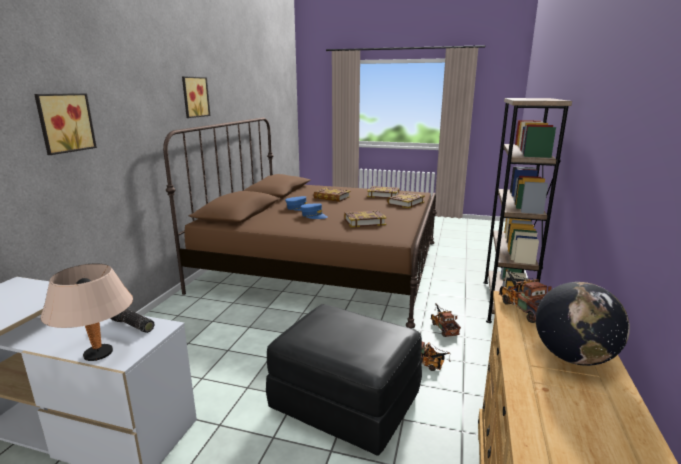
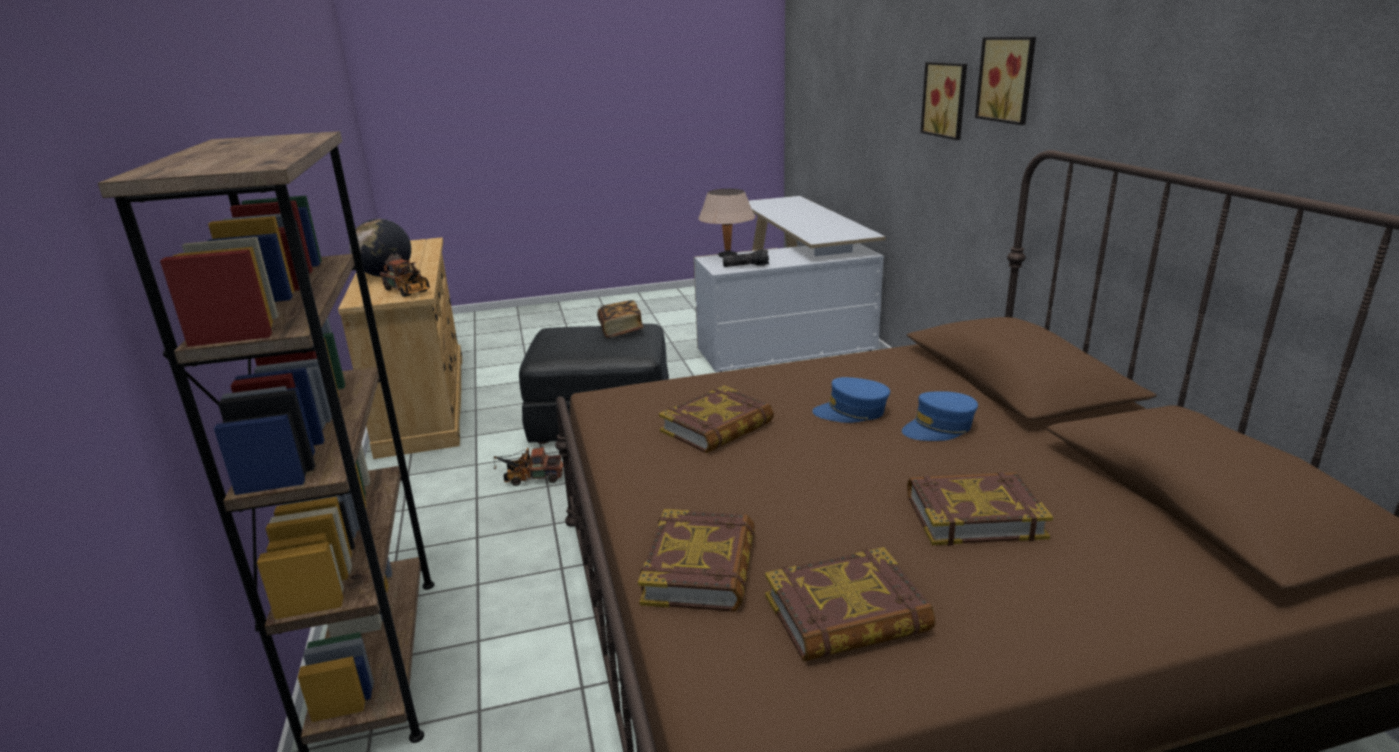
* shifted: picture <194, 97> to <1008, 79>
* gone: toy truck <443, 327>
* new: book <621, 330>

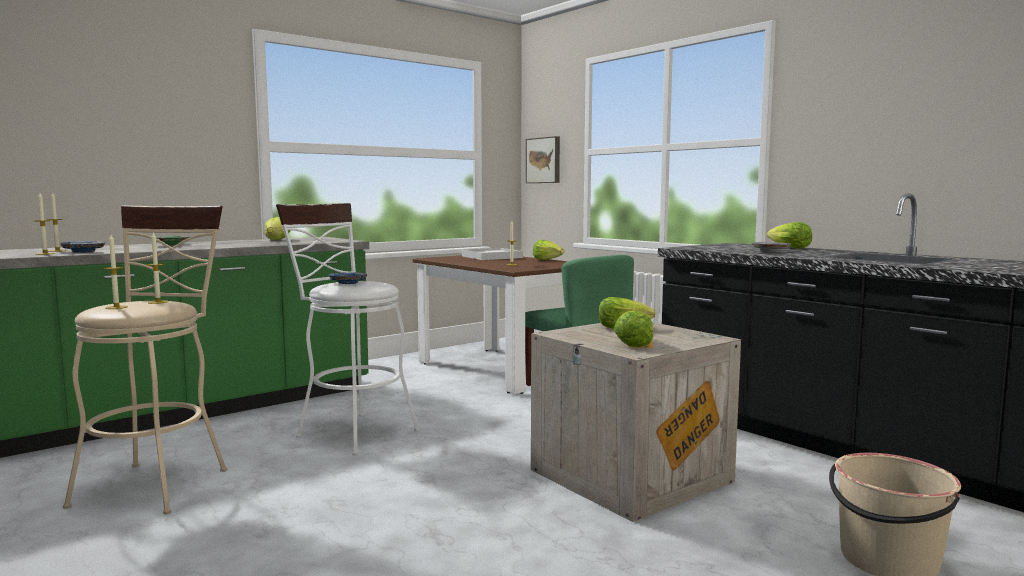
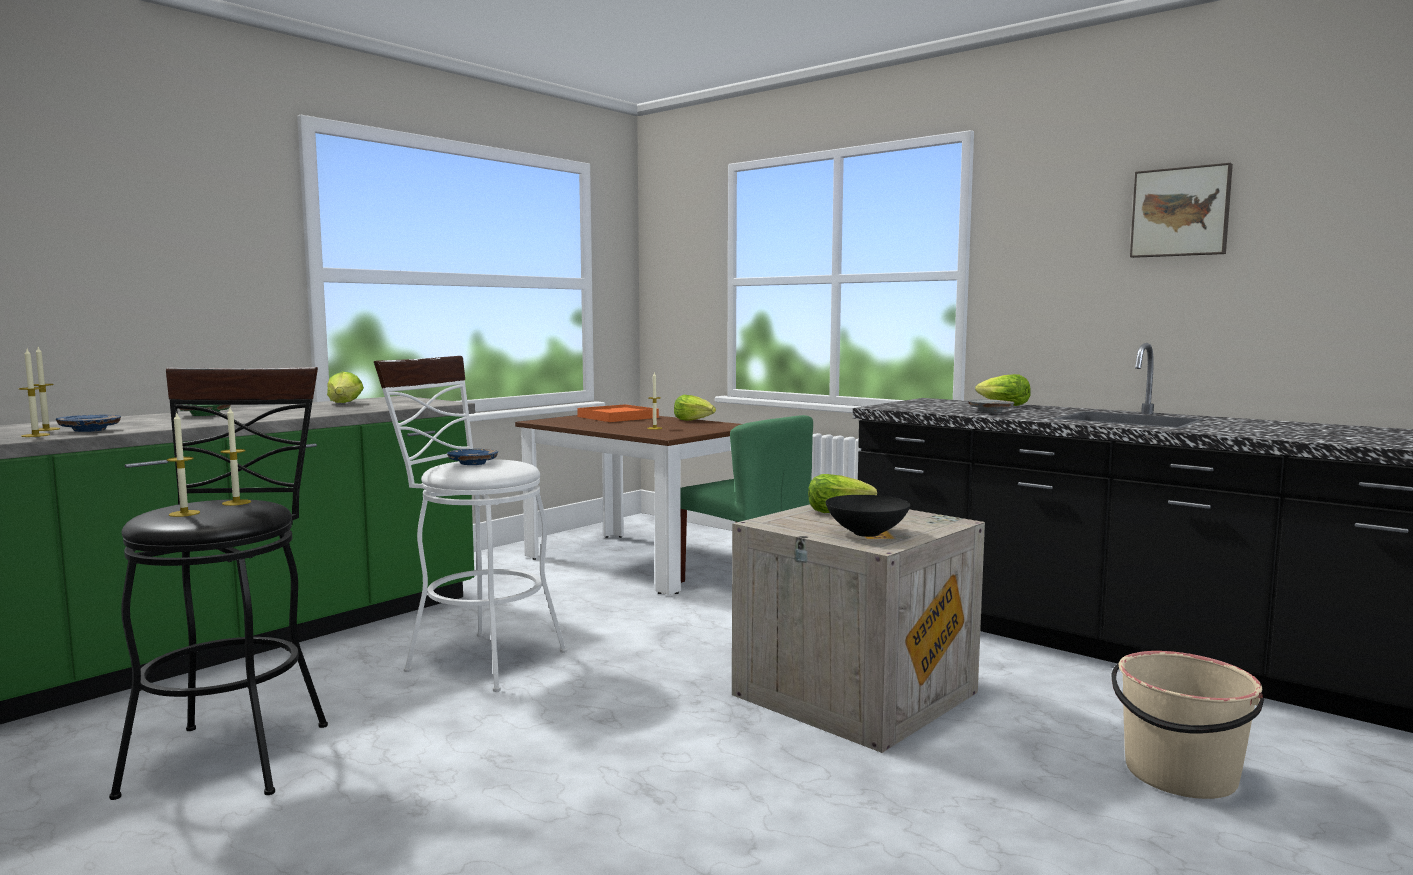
* repainted: stool/beige <157, 482> to stool/black <235, 750>
* repainted: tray/white <492, 257> to tray/orange <617, 417>
* shifted: picture <544, 160> to <1180, 212>
* swapped: lettuce <632, 343> to bowl/black <865, 533>

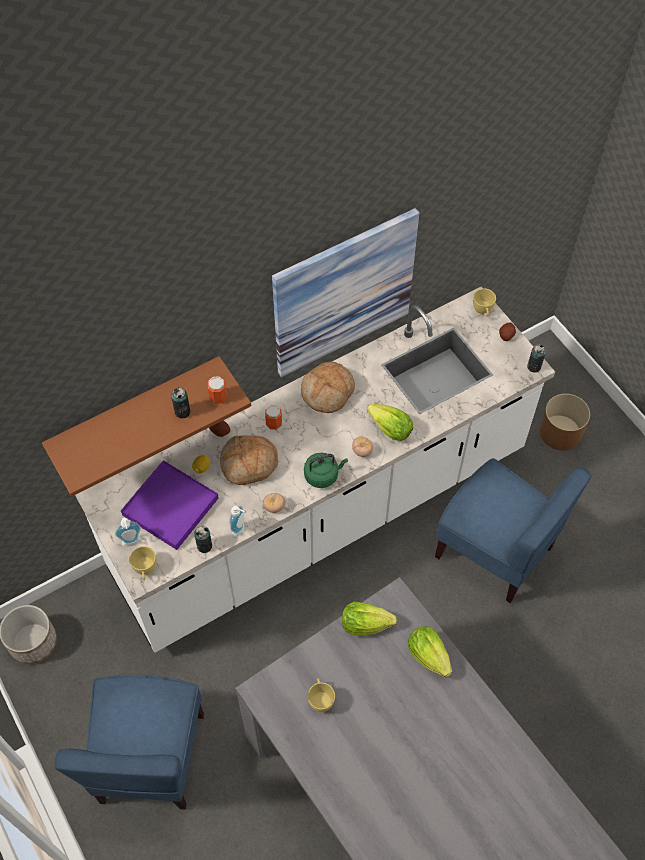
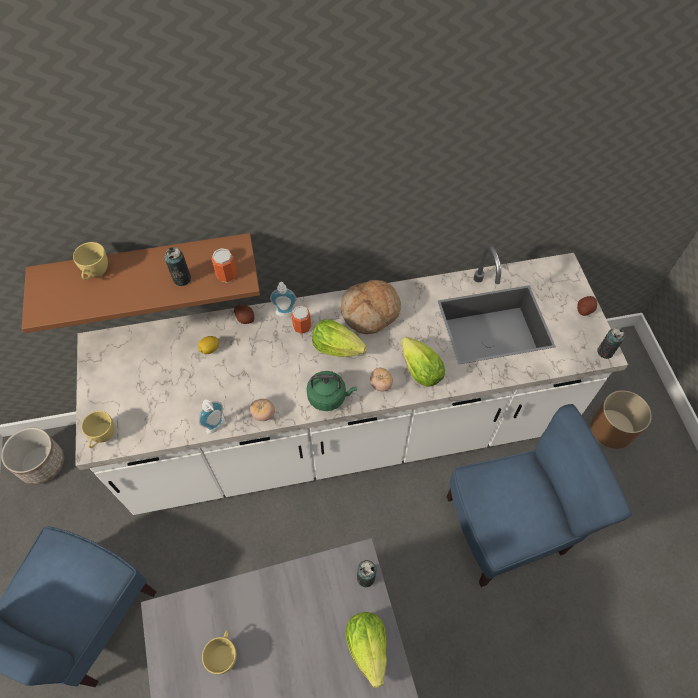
* shifted: soap dispenser <132, 543> to <285, 315>
* gone: tray/purple <170, 506>
* shifted: can <204, 546> to <366, 578>
* gone: bread <249, 464>
* gone: picture <343, 293>
* shifted: lettuce <365, 624> to <337, 347>
* rotated: chair/blue <495, 551> = <505, 527> 75 degrees counterclockwise
* shifted: cup/yellow <482, 311> to <96, 273>

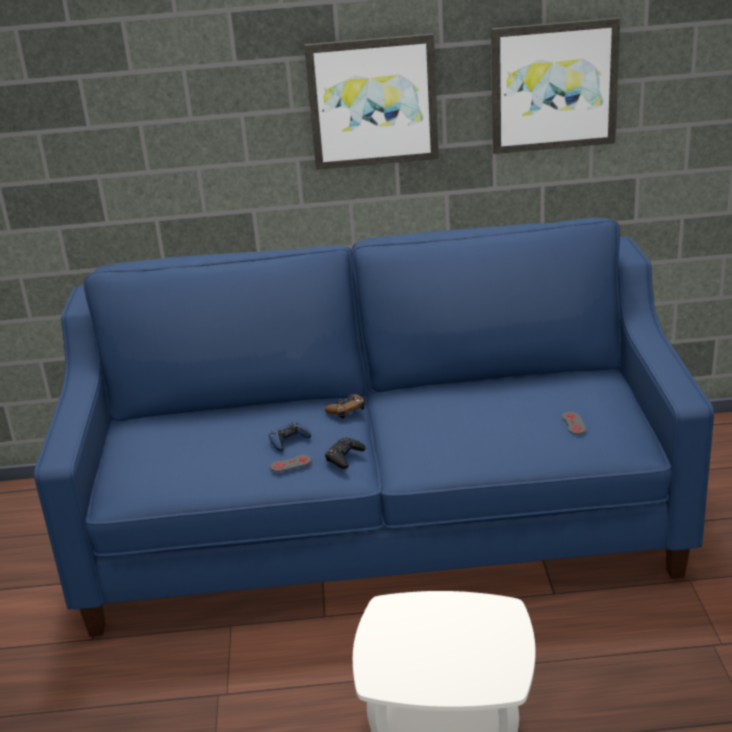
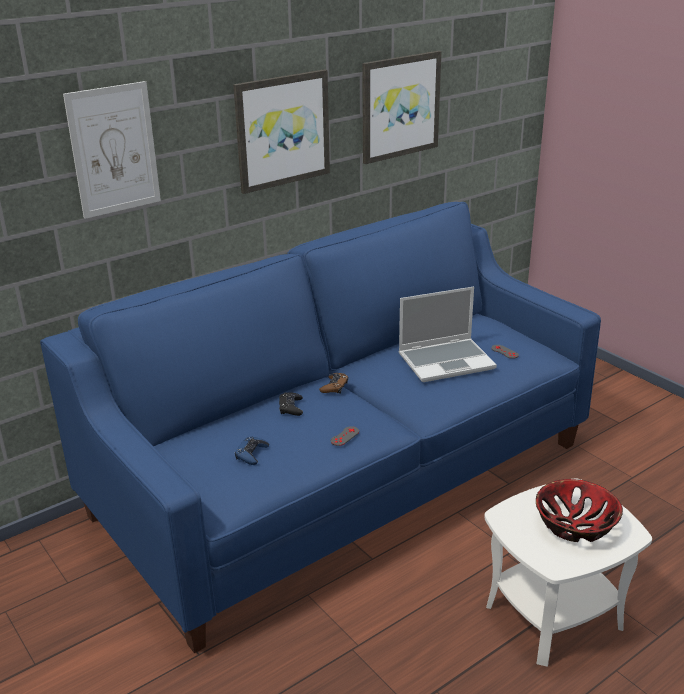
* shifted: game controller/blue <289, 440> to <251, 454>
* shifted: game controller/black <345, 457> to <291, 407>
* new: picture <114, 150>
* new: laptop <446, 361>
* new: bowl <575, 525>

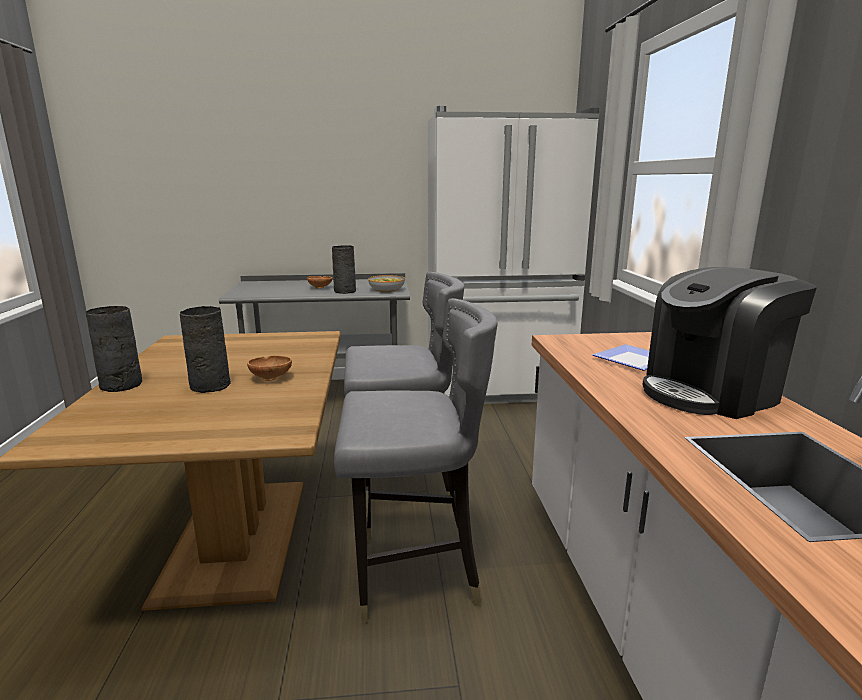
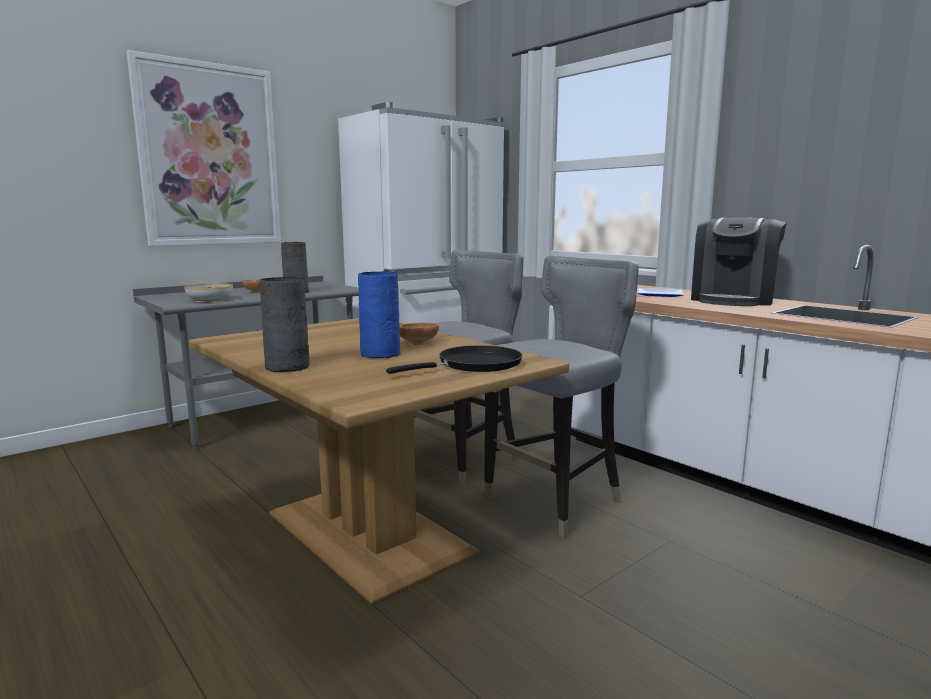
* repainted: vase/grey <211, 385> to vase/blue <380, 354>
* shifted: bowl <386, 289> to <210, 300>
* new: picture <209, 156>
* new: frying pan/black <474, 365>

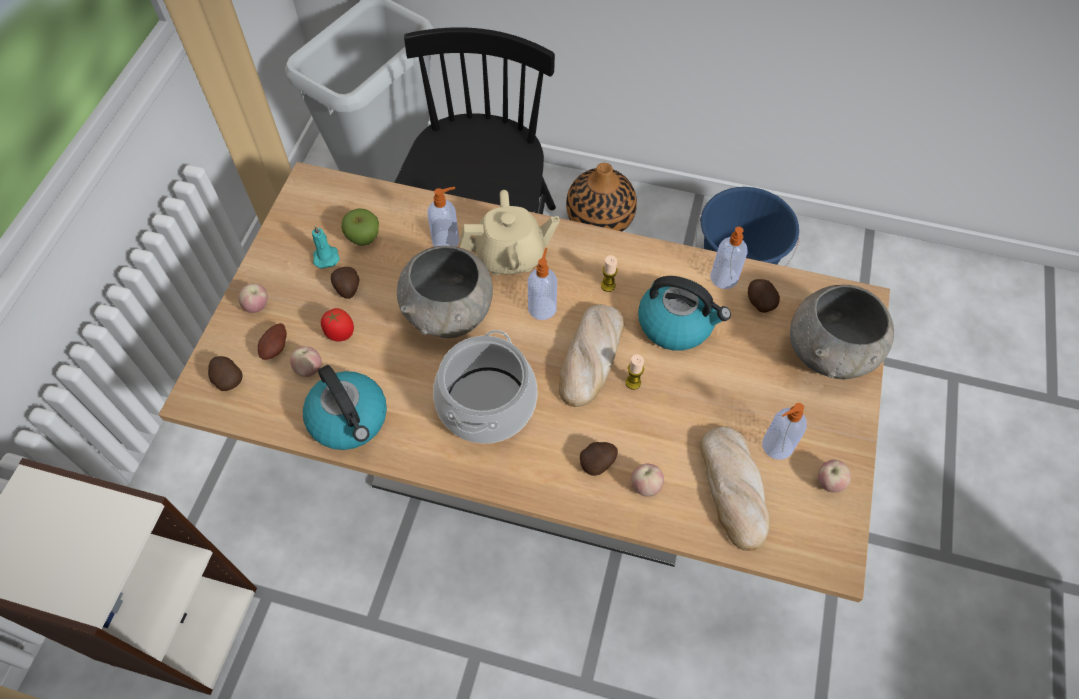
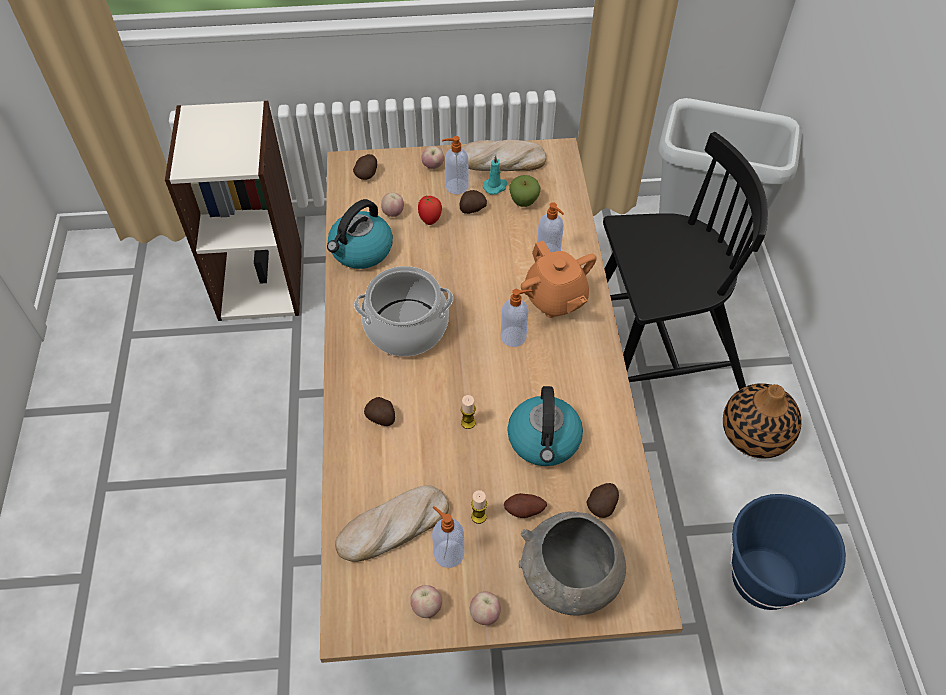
* shifted: potato <276, 348> to <524, 511>
* gone: bowl/grey <449, 316>
* repainted: teapot/beige <510, 256> to teapot/orange <555, 299>
* shifted: bread <591, 357> to <500, 161>
* shifted: candle <608, 285> to <478, 516>
* shifted: apple <645, 486> to <485, 614>
* shifted: soap dispenser <724, 279> to <456, 186>

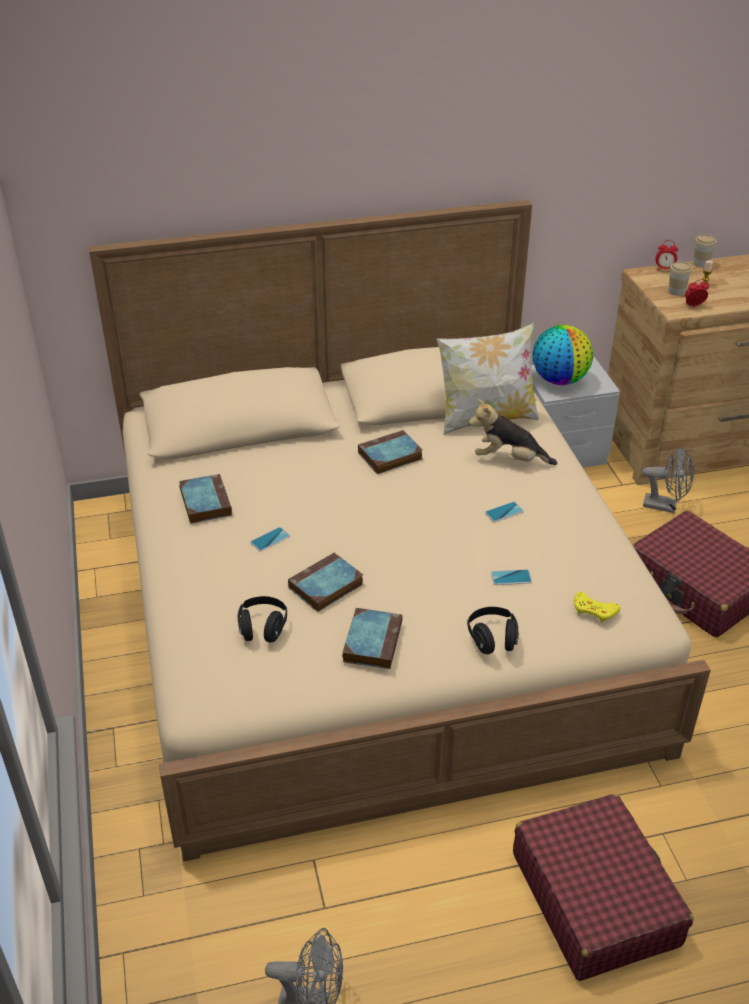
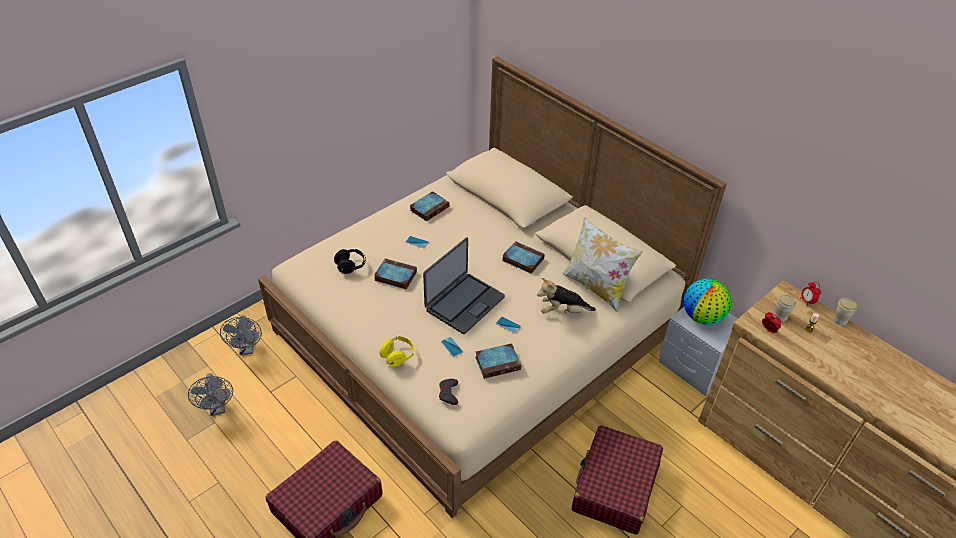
* shifted: book <372, 641> to <498, 363>
* repainted: headphones/black <492, 639> to headphones/yellow <398, 356>
* rotated: plush toy <509, 460> = <563, 311> 75 degrees counterclockwise
* repainted: game controller/yellow <594, 610> to game controller/grey <448, 393>
* shifted: fan/grey <665, 506> to <247, 349>
* new: laptop <464, 303>

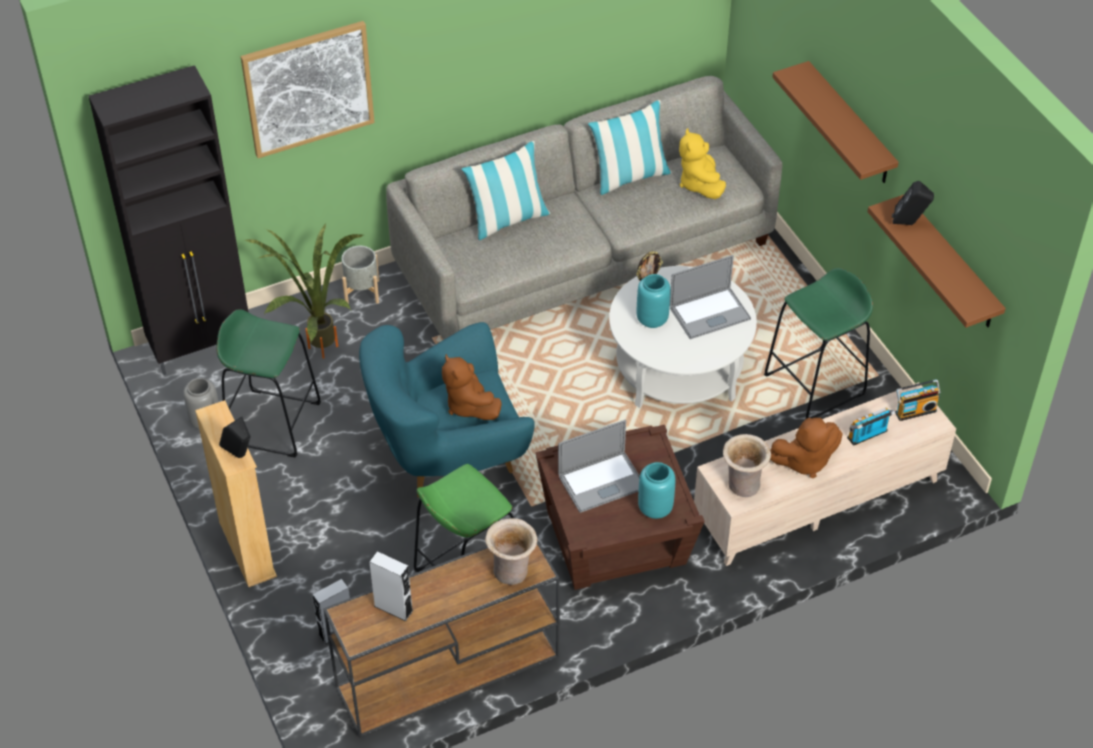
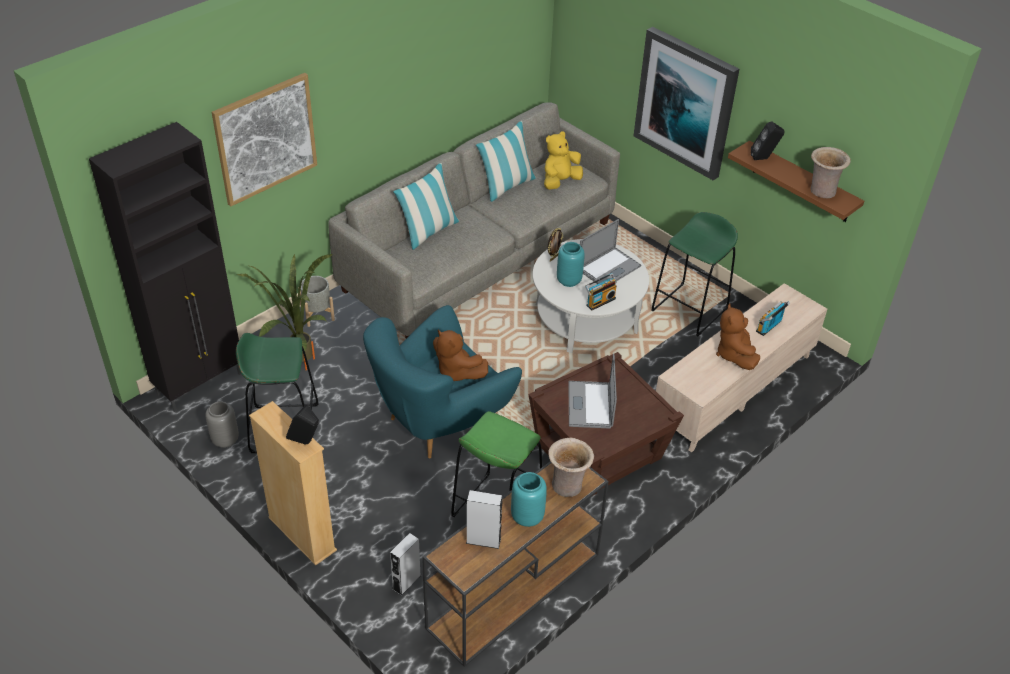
* rotated: laptop <601, 482> = <590, 405> 135 degrees clockwise
* shifted: vase/turquoise <655, 508> to <527, 516>
* rotated: plush toy/yellow <699, 184> = <560, 182> 75 degrees clockwise
* shifted: vase/beige <742, 485> to <821, 192>
* rotated: plush toy/brown <804, 461> = <734, 354> 120 degrees clockwise
* swapped: shelf/brown <850, 125> to picture <686, 102>
* shifted: radio <914, 410> to <600, 301>

